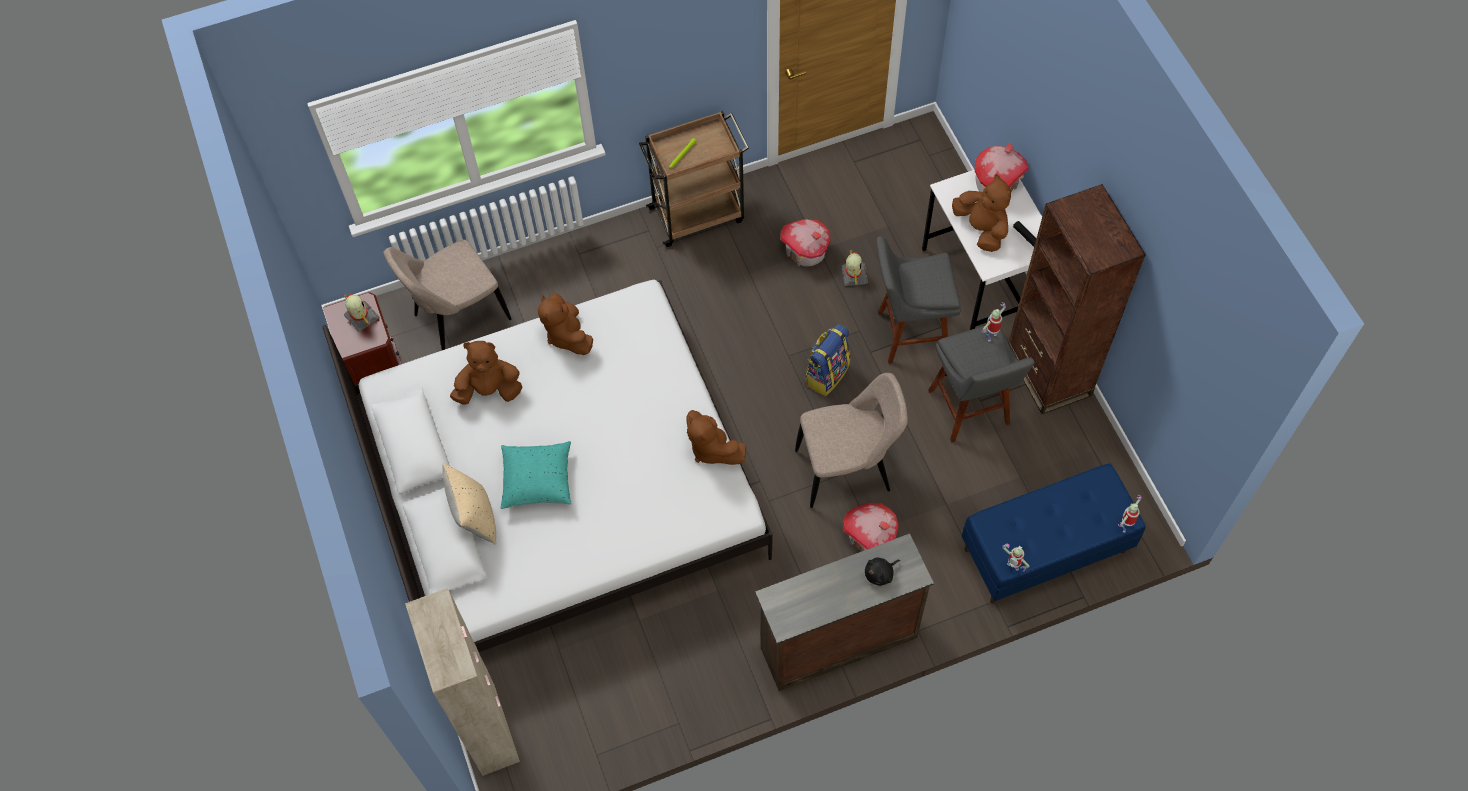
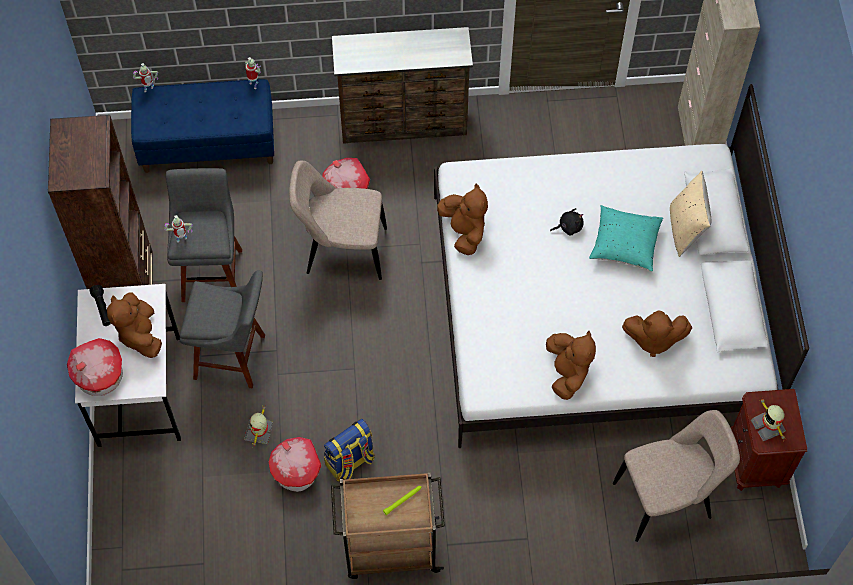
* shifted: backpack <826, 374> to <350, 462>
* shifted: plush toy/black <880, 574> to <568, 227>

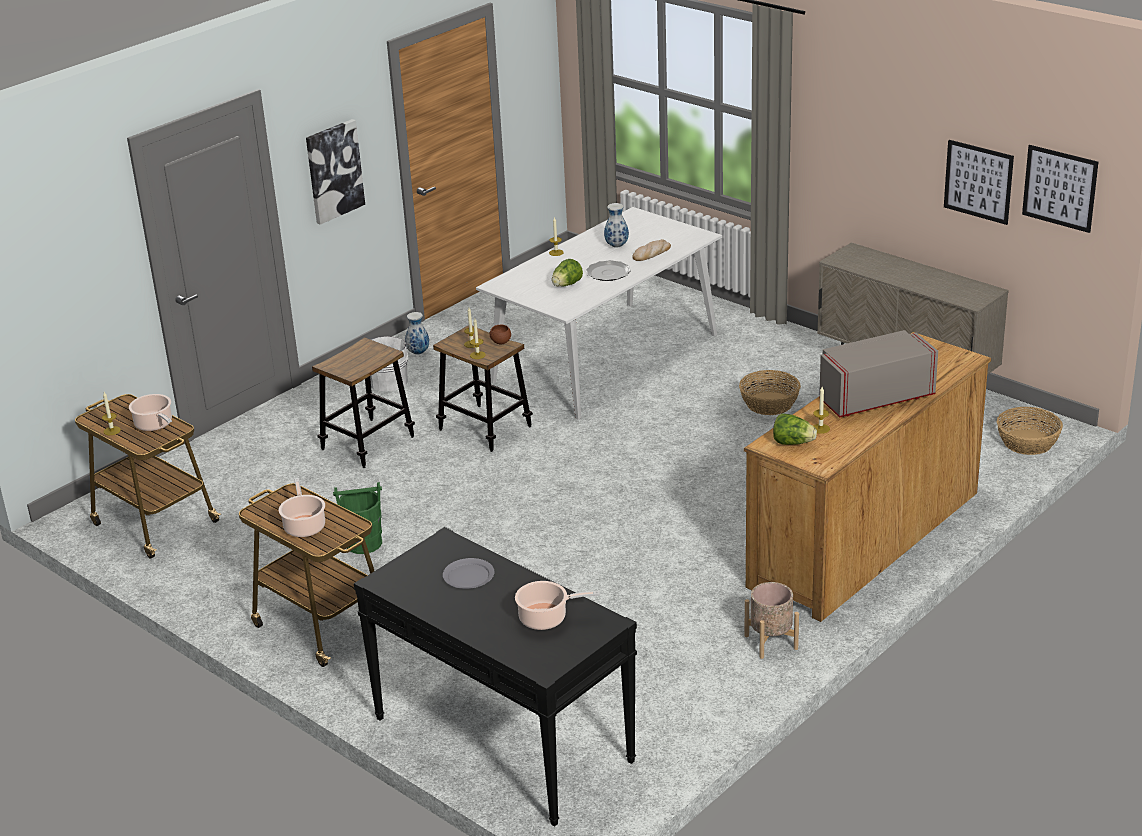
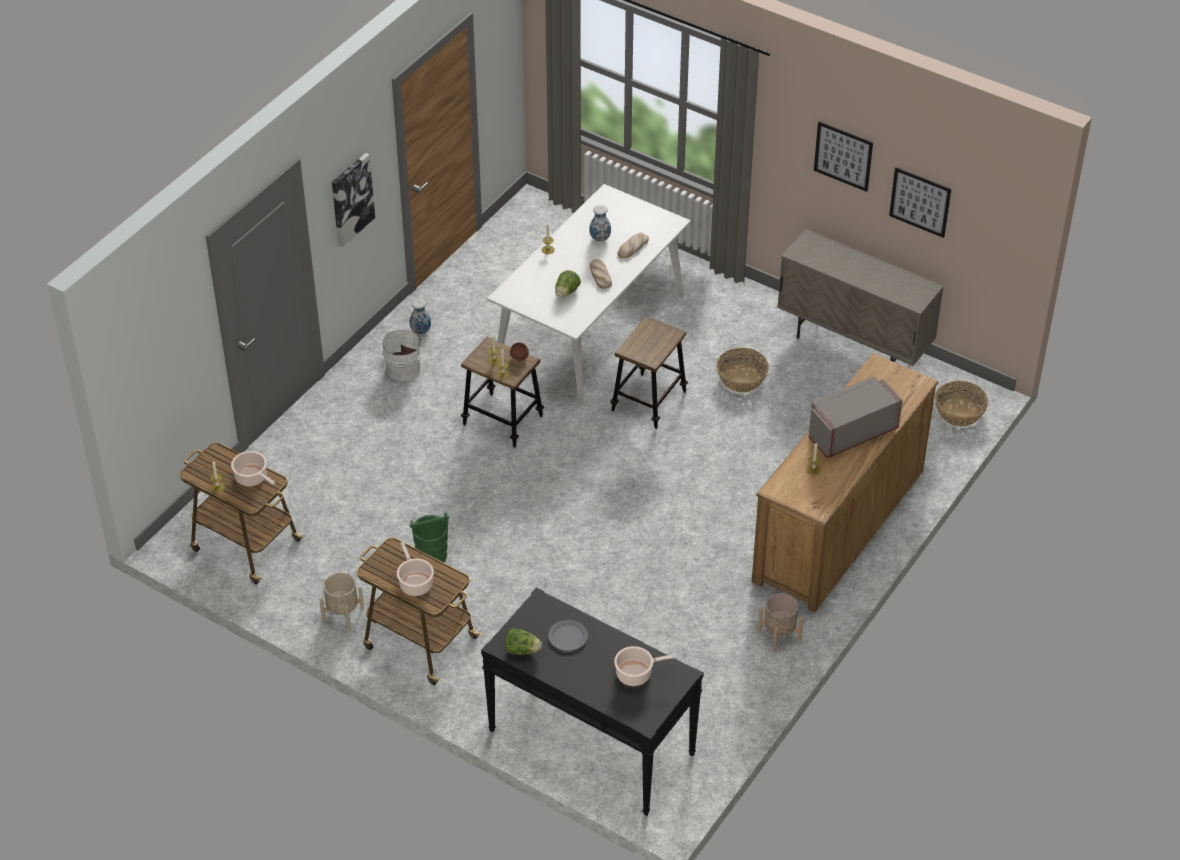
* shifted: stool <367, 443> to <649, 401>
* swapped: plate <608, 273> to bread <600, 275>
* shifted: lettuce <793, 443> to <522, 650>
* shifted: picture <1059, 188> to <843, 156>
* new: planter/beige <343, 614>

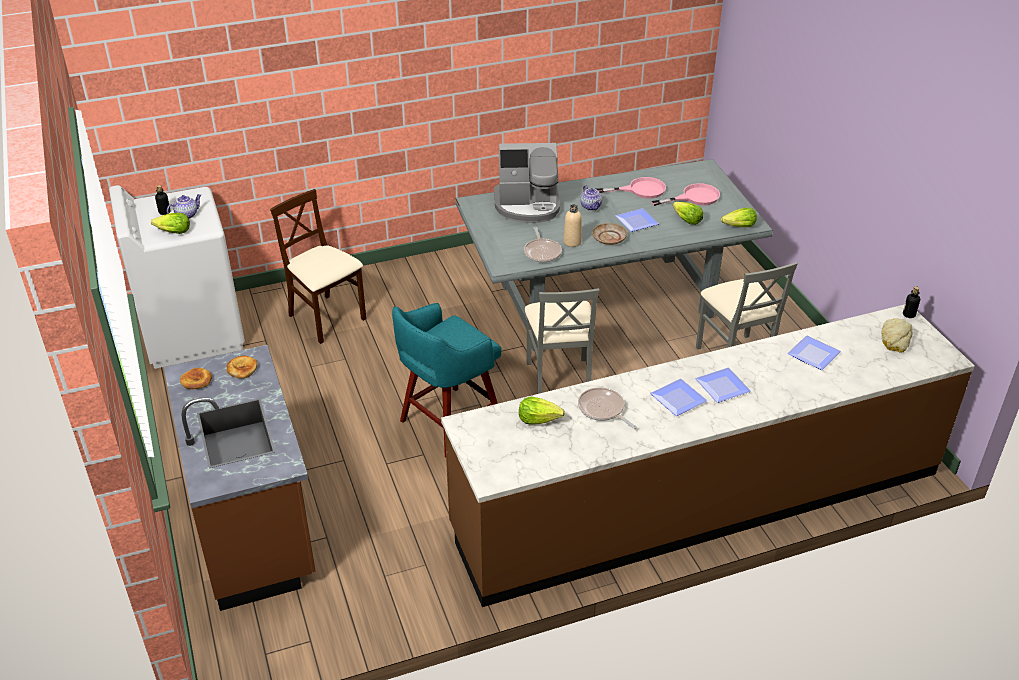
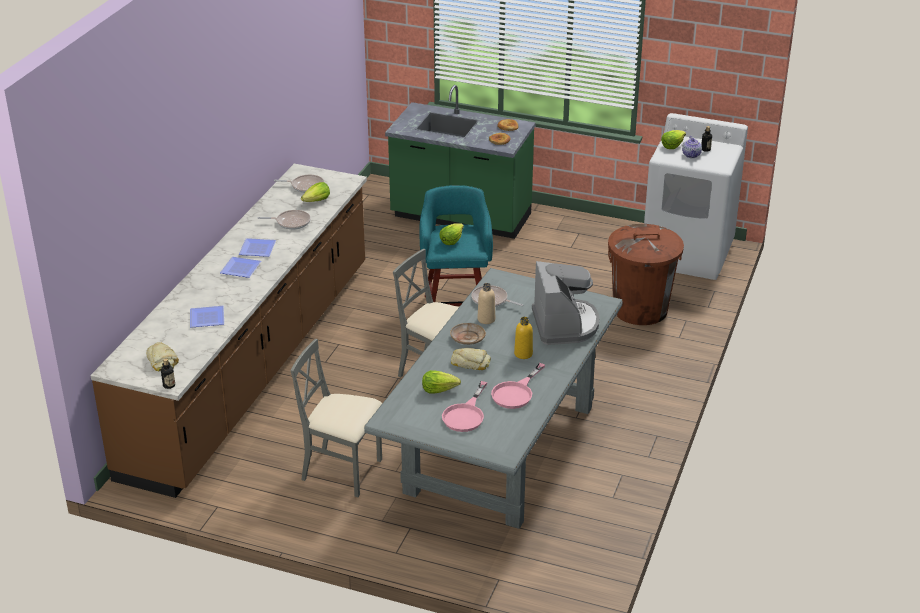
* repainted: counter/brown <254, 526> to counter/green <460, 218>
* swapped: chair/beige <326, 318> to trash can/brown <640, 310>
* rotated: coffee machine <527, 206> = <565, 325> 135 degrees clockwise
* swapped: teapot <591, 206> to bottle/yellow <523, 354>
* swapped: plate <636, 222> to bread <471, 362>
* shifted: lettuce <739, 226> to <451, 240>
* new: frying pan <305, 186>

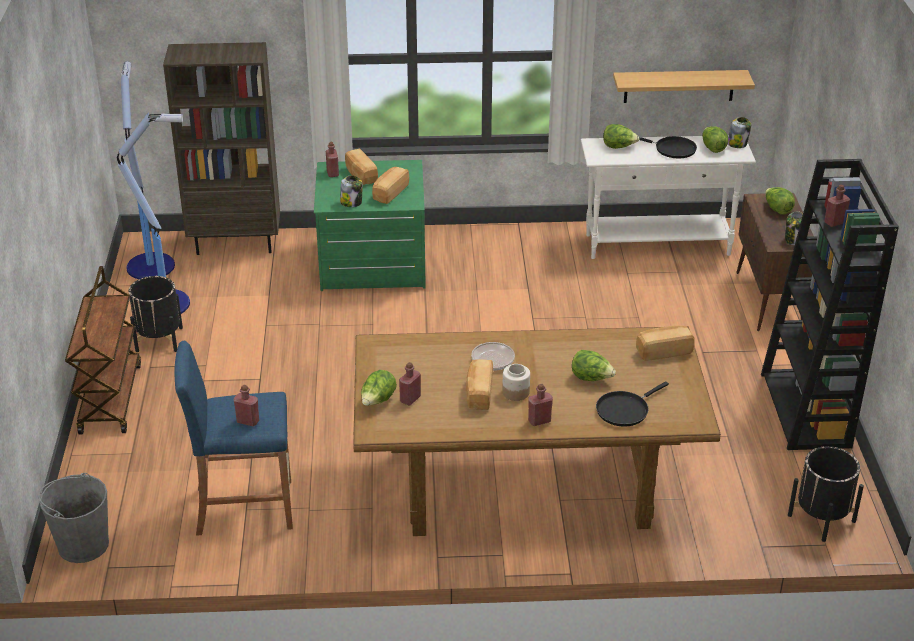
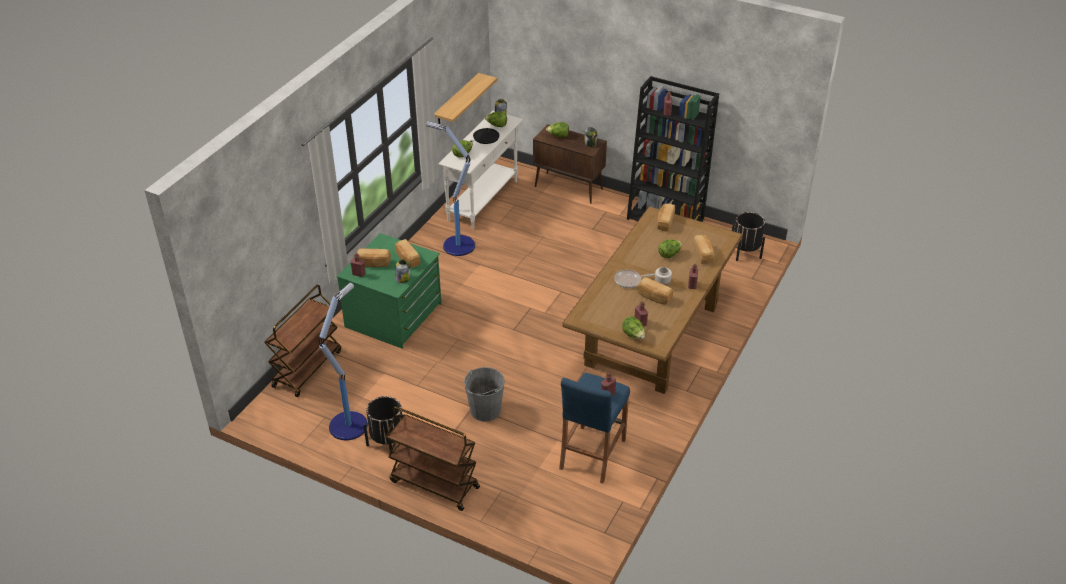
* shifted: bucket/grey <83, 544> to <485, 410>
* shifted: floor lamp <150, 265> to <457, 245>
* swapped: bookcase/brown <236, 243> to cart/brown <307, 368>
* swapped: frying pan/black <625, 410> to bread <703, 254>

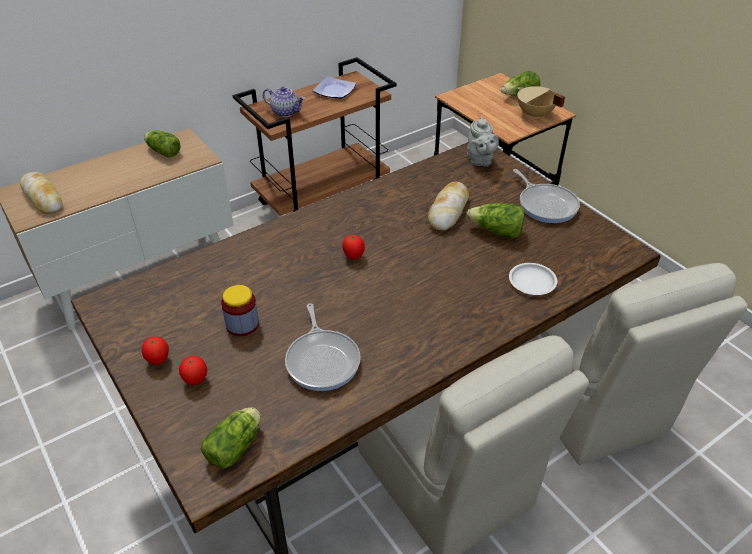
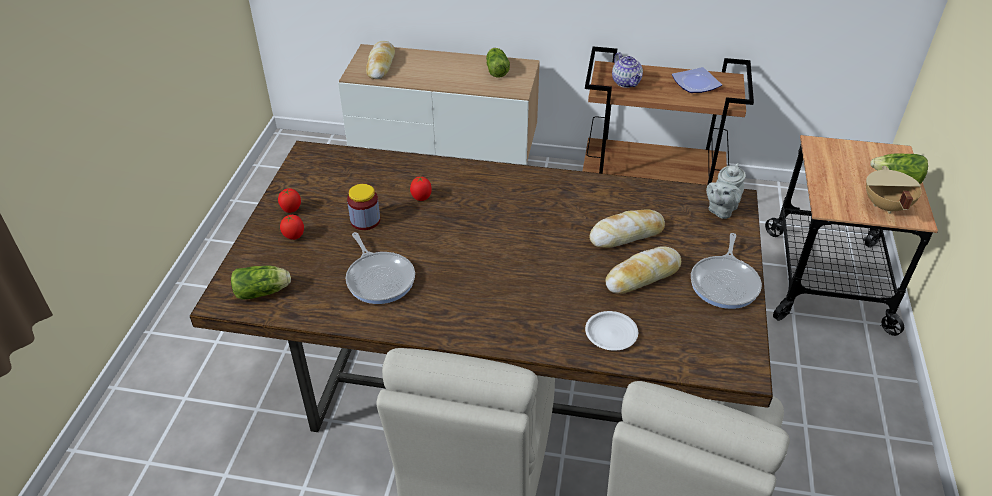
* rotated: frying pan <323, 360> = <379, 278> 60 degrees counterclockwise
* shifted: tomato <354, 257> to <421, 198>
* swapped: lettuce <496, 231> to bread <642, 276>

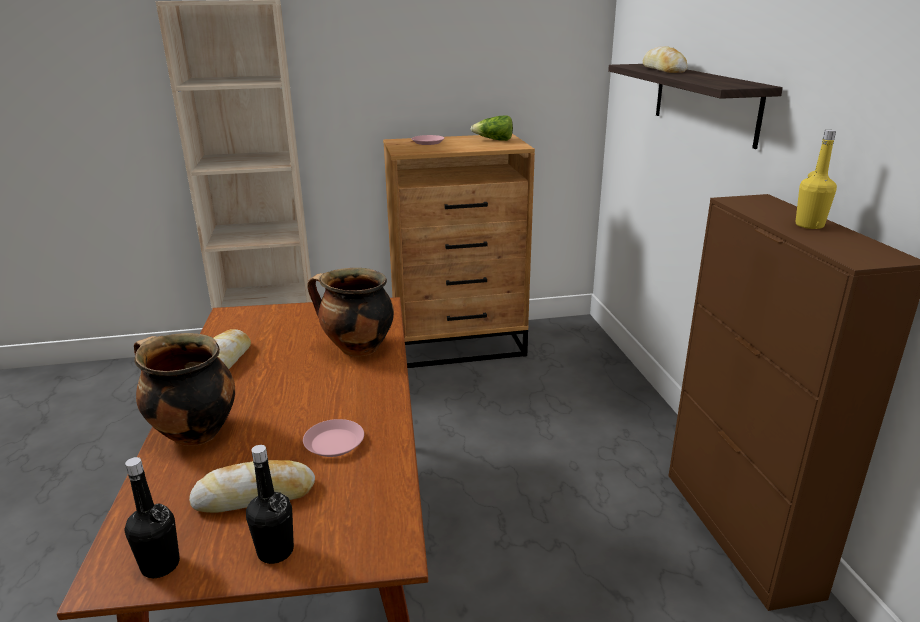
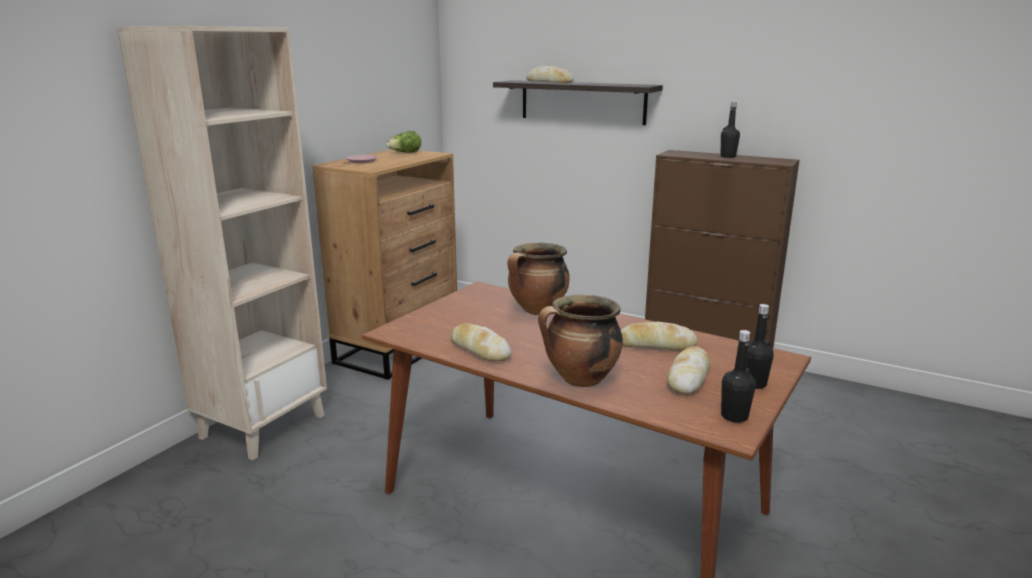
* swapped: plate/pink <334, 443> to bread <655, 345>
* repainted: bottle/yellow <809, 225> to bottle/black <728, 156>

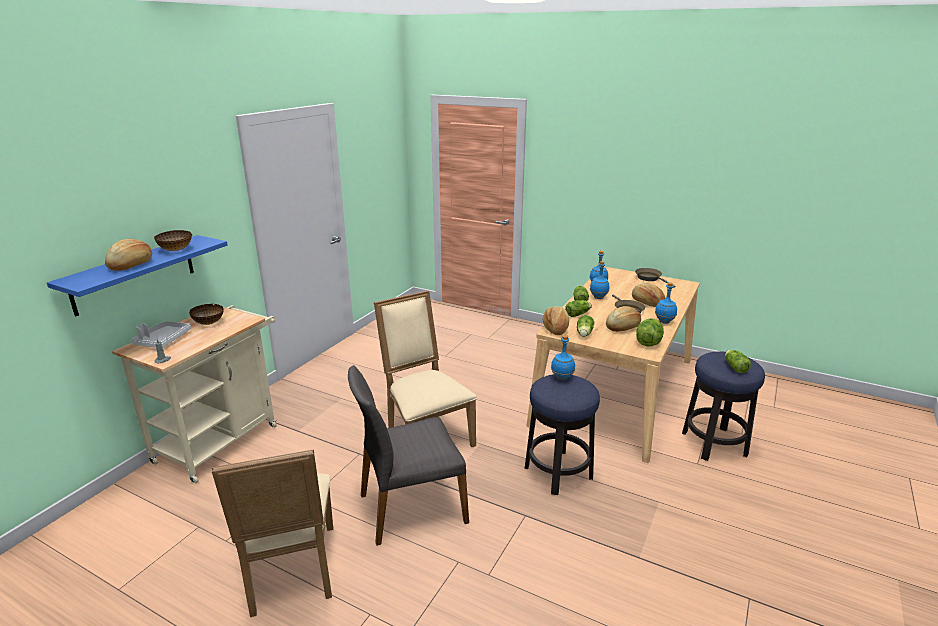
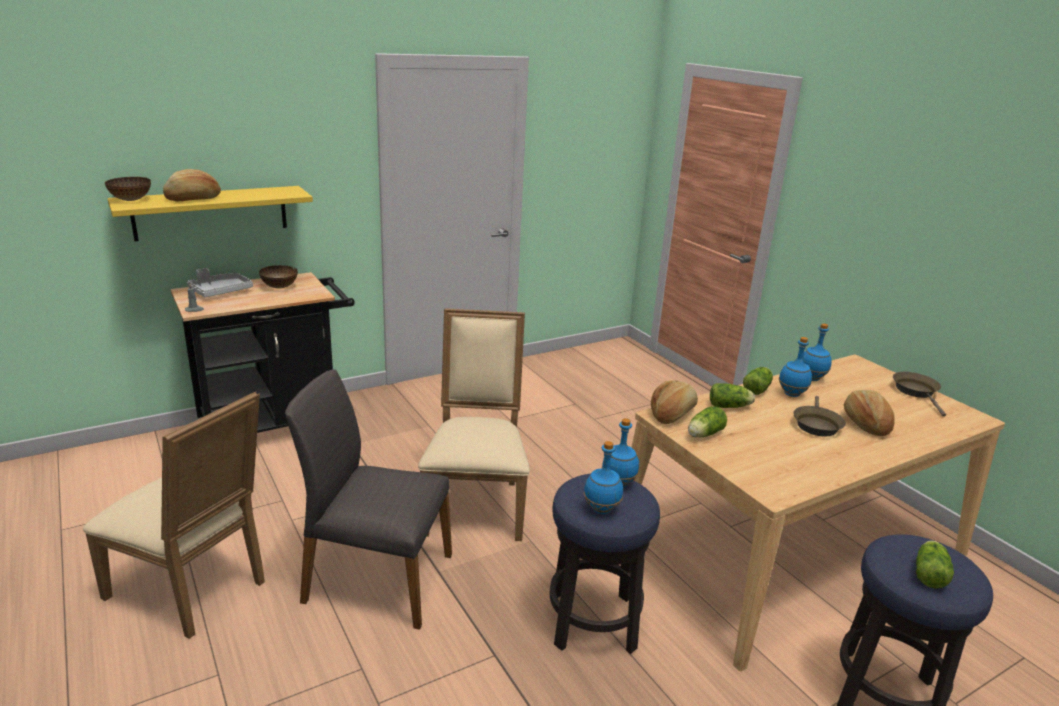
* repainted: shelf/blue <134, 274> to shelf/yellow <211, 212>
* repainted: cart/beige <222, 440> to cart/black <277, 426>
* shifted: bowl <175, 250> to <130, 200>
* rotated: chair/beige <290, 574> = <195, 590> 75 degrees counterclockwise
* gone: bread <623, 327>
* gone: lettuce <648, 343>
* shifted: bottle/blue <664, 321> to <601, 509>

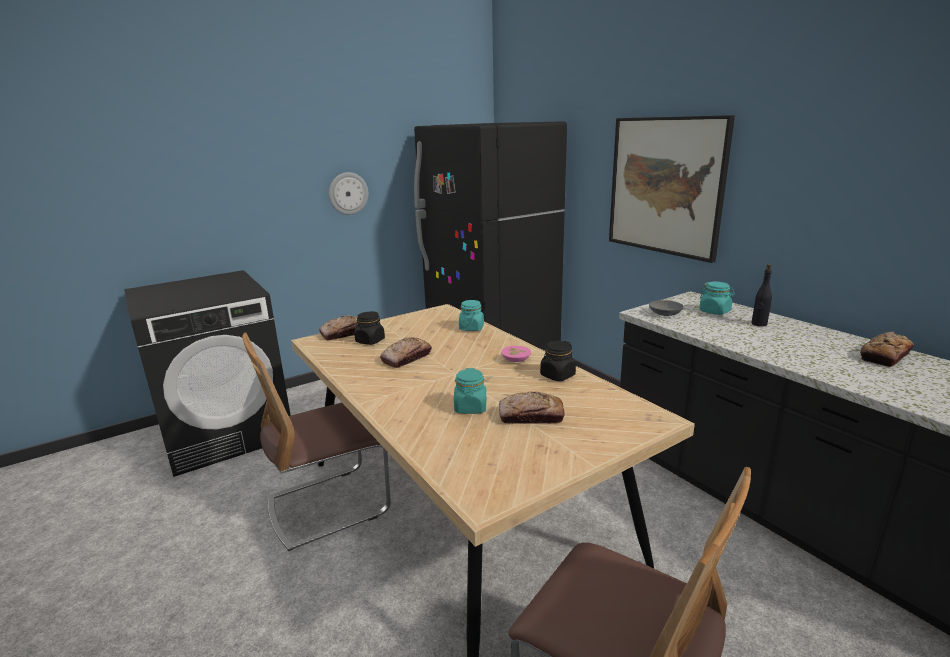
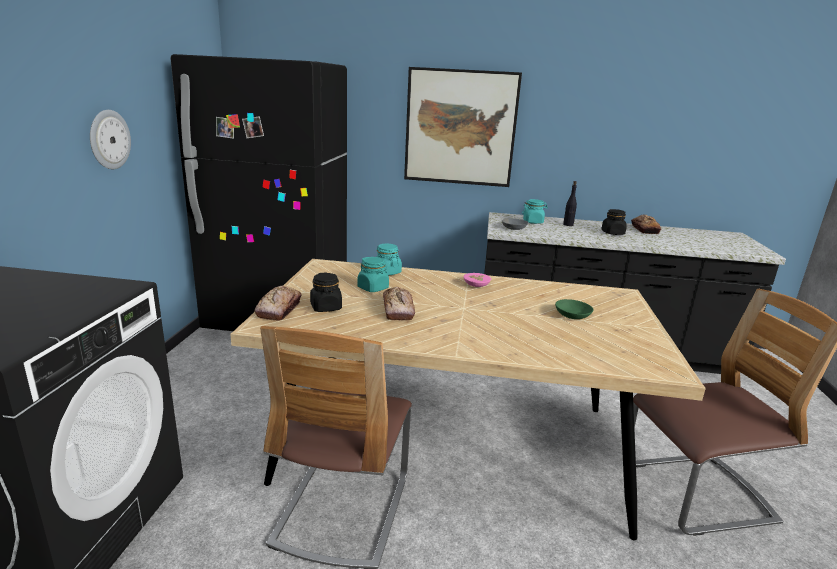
* shifted: jar/turquoise <470, 407> to <373, 288>
* swapped: bread <531, 416> to bowl/green <572, 316>
* shifted: jar/black <557, 375> to <612, 233>

